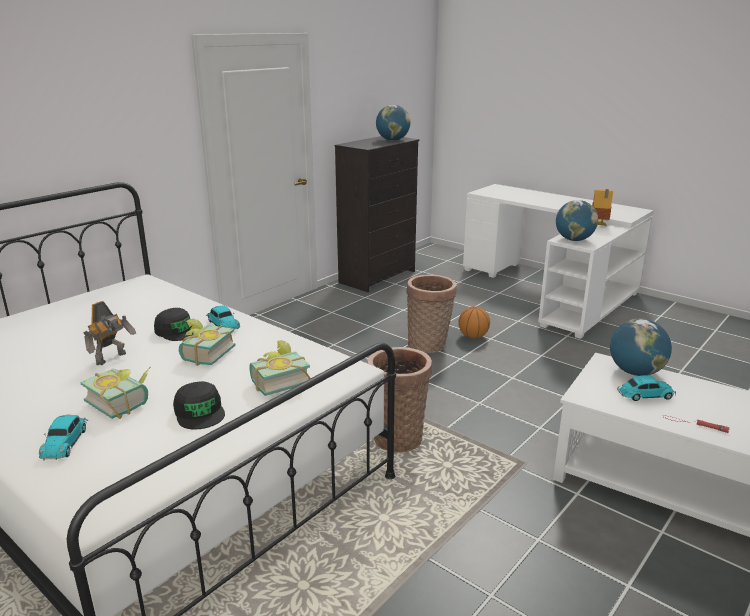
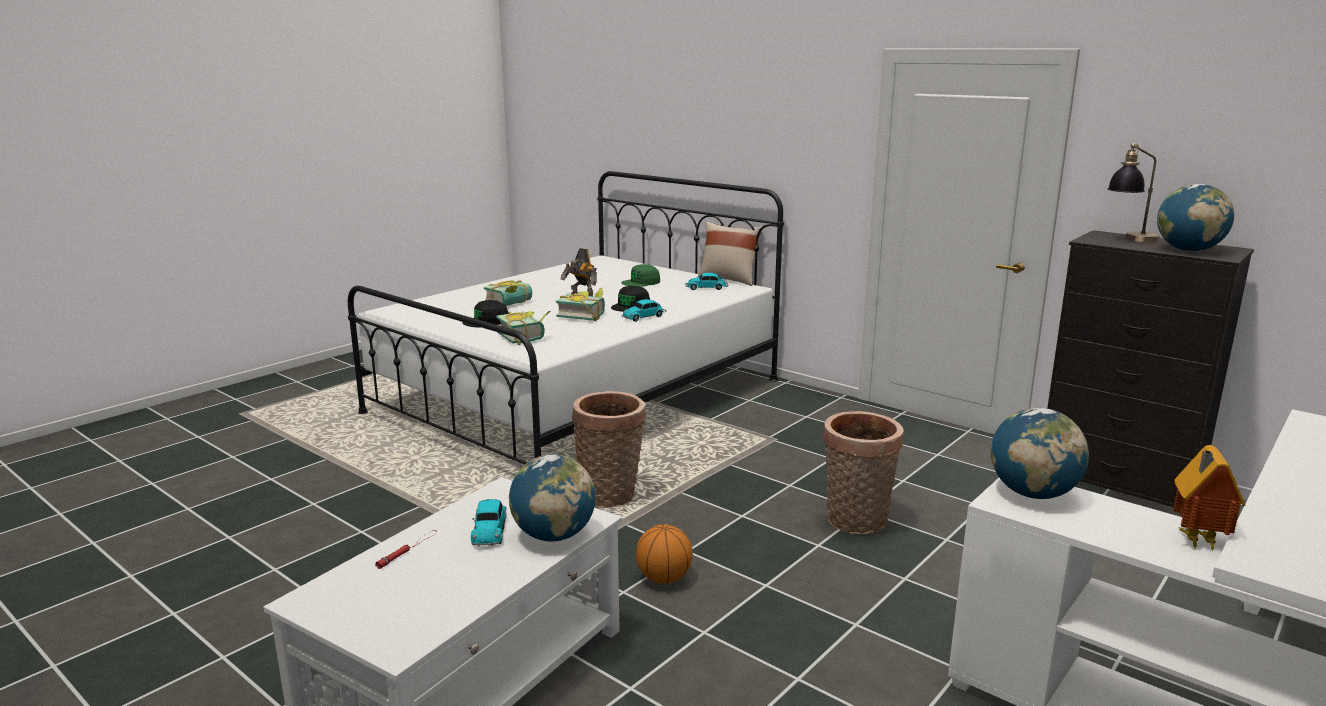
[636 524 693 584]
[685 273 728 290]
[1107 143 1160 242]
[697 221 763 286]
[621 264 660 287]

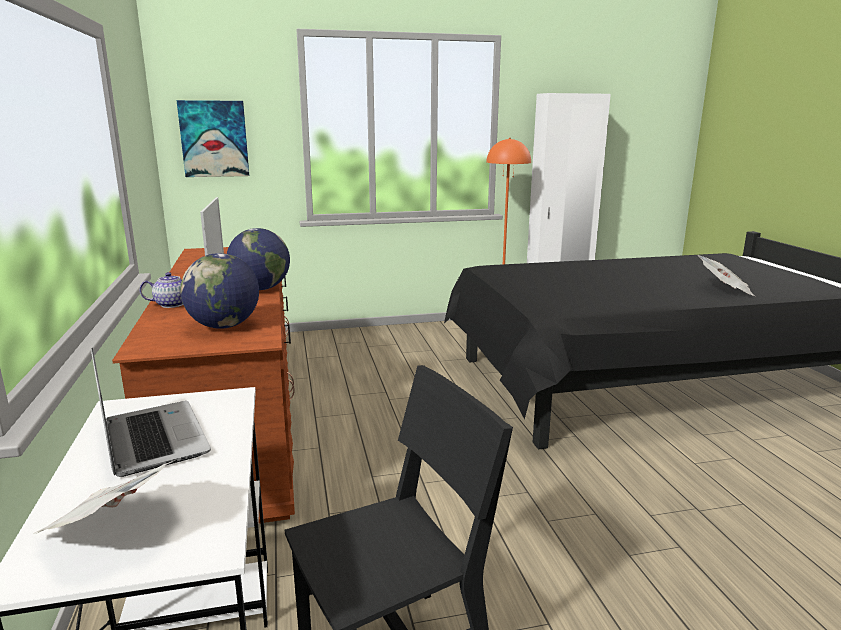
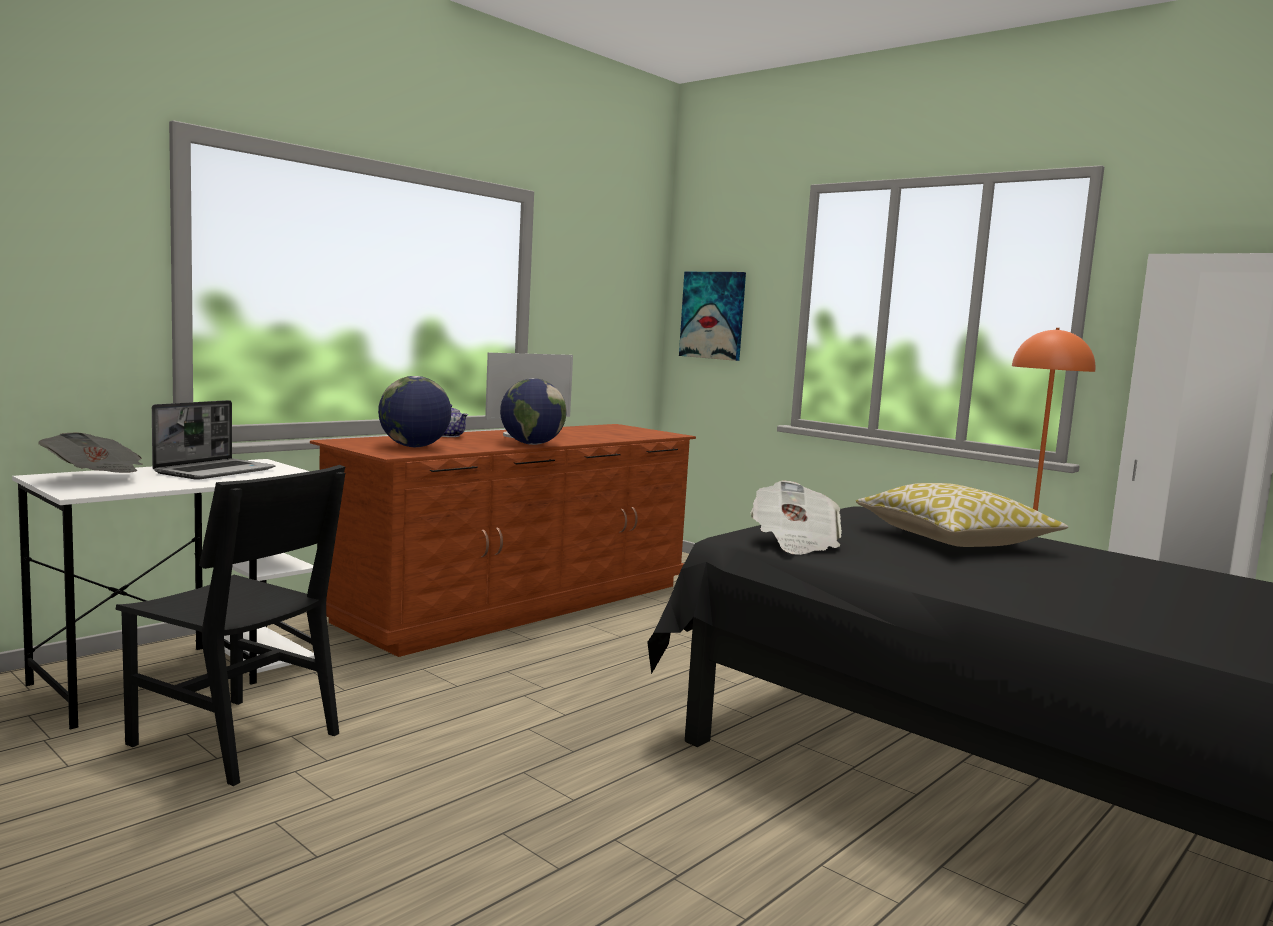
[751 480 842 555]
[856 483 1068 547]

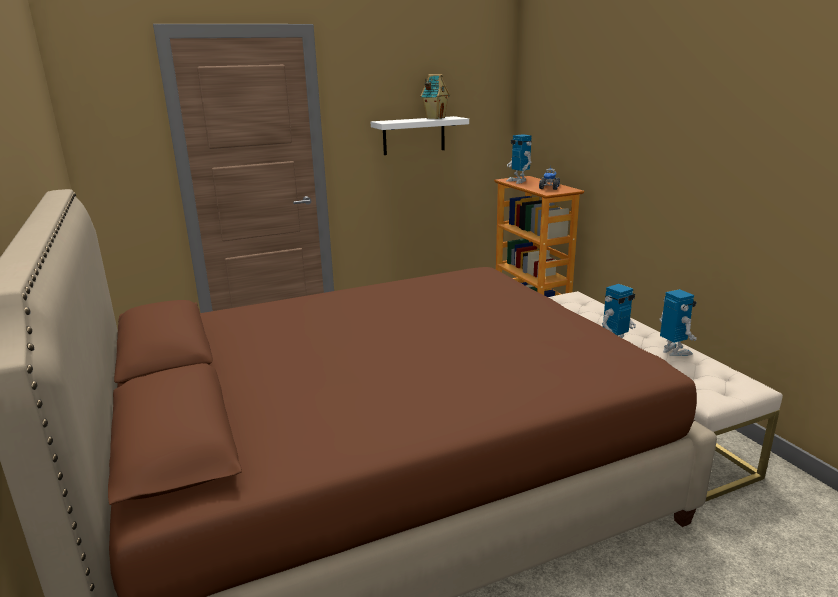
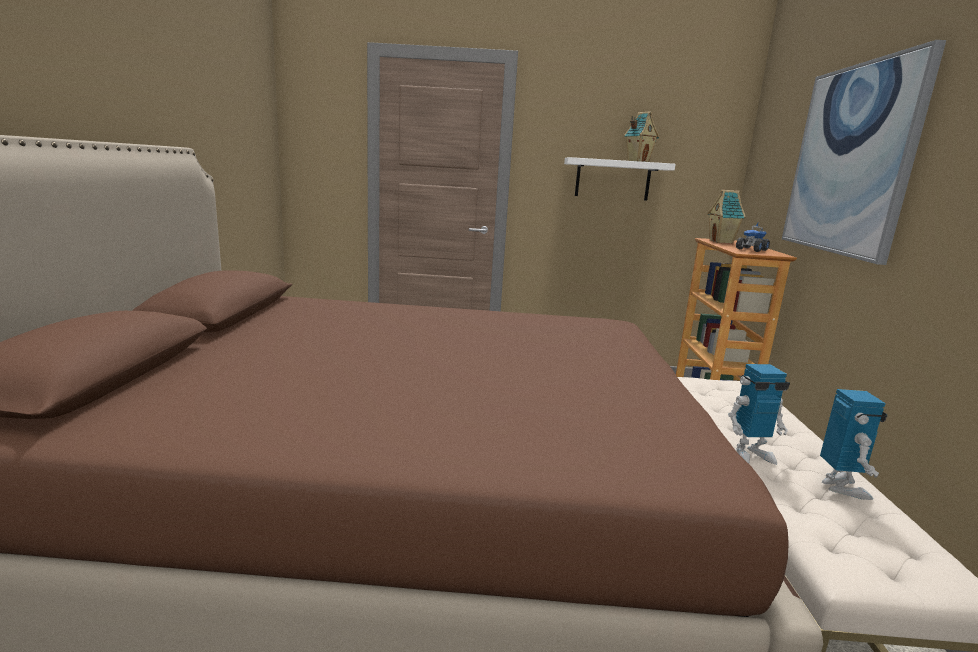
[707 190 746 243]
[782 40 946 265]

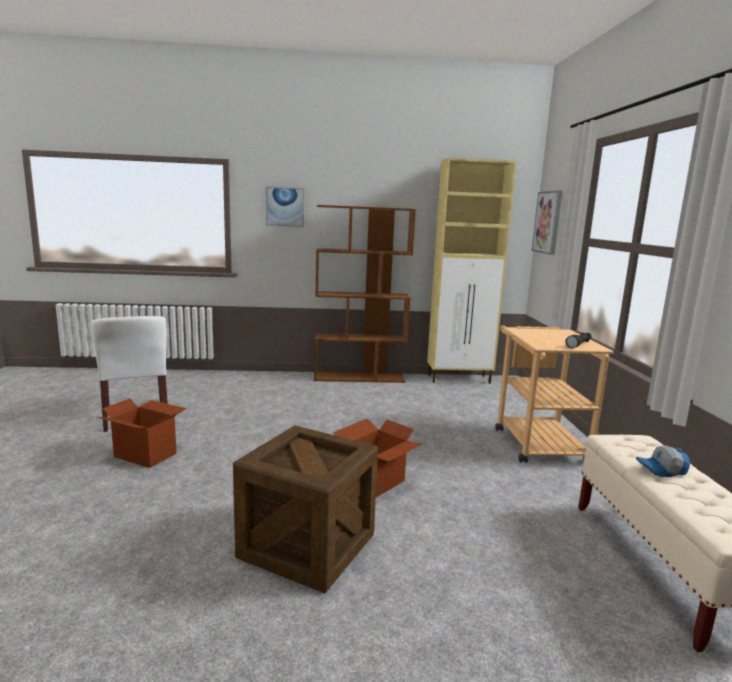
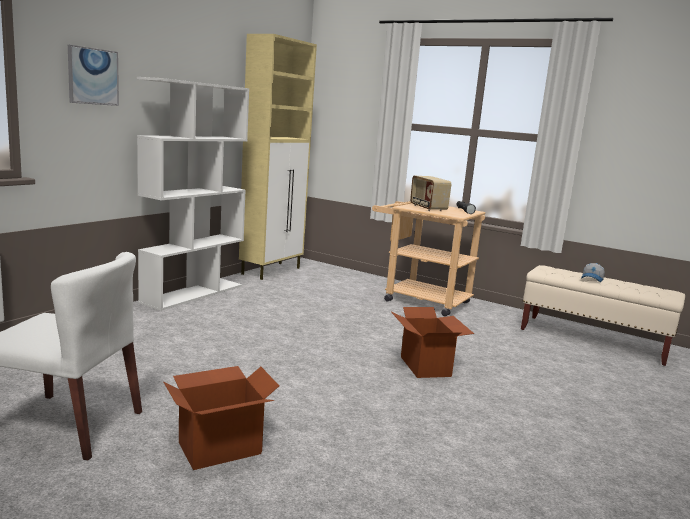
[532 190 562 255] (first image)
[137 77 249 311]
[233 425 378 593] (first image)
[410 176 451 211]

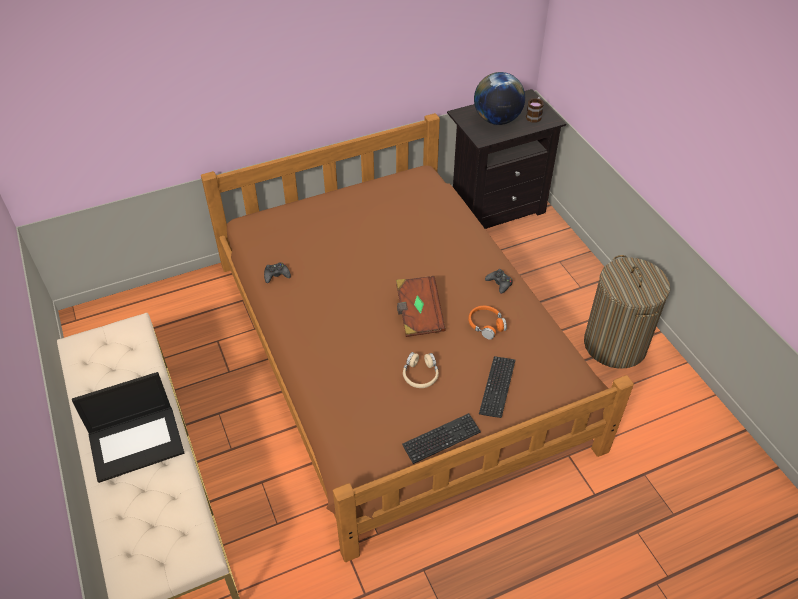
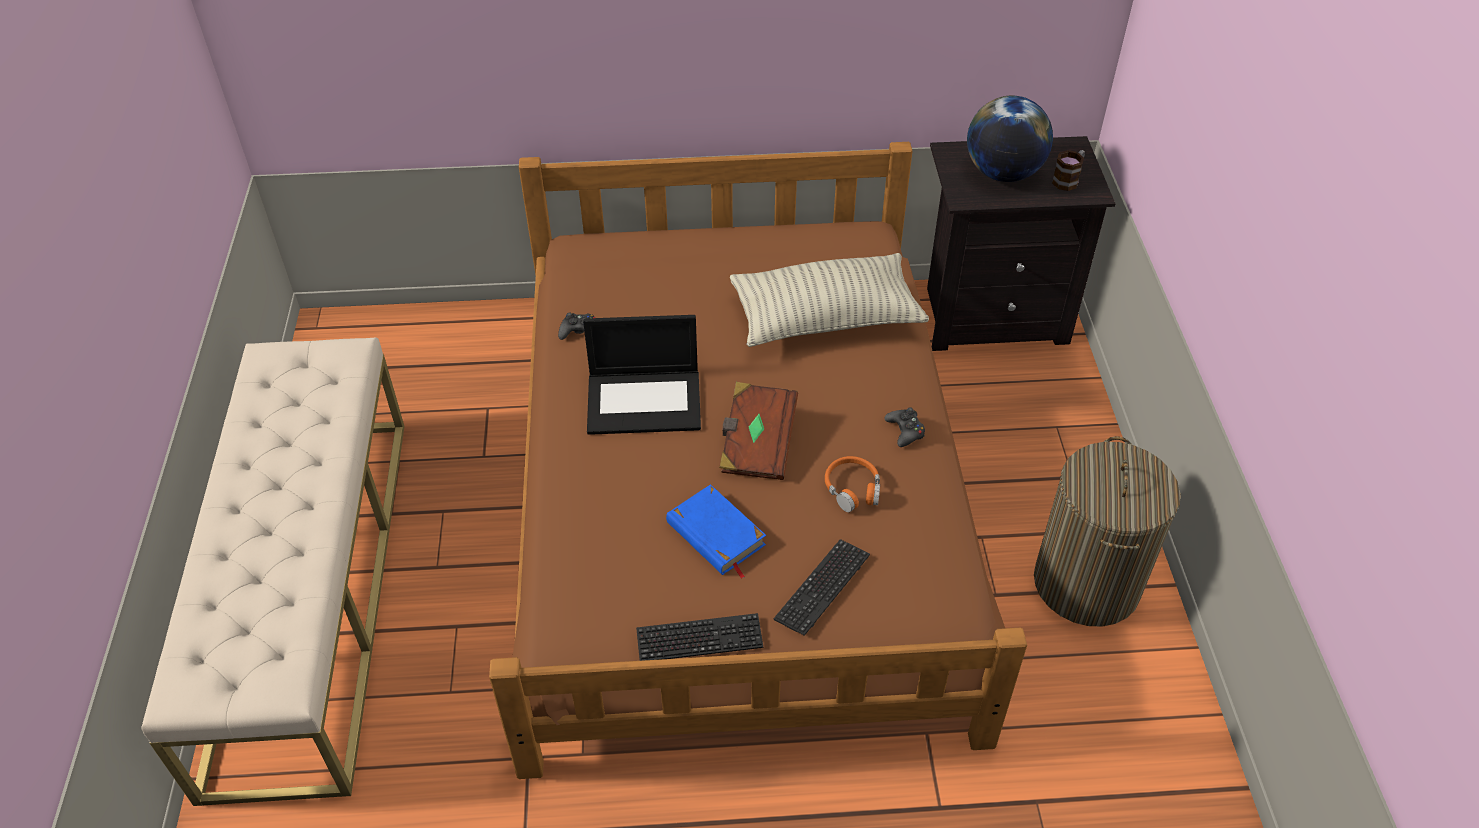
[666 484 766 579]
[583 315 701 435]
[730 253 929 347]

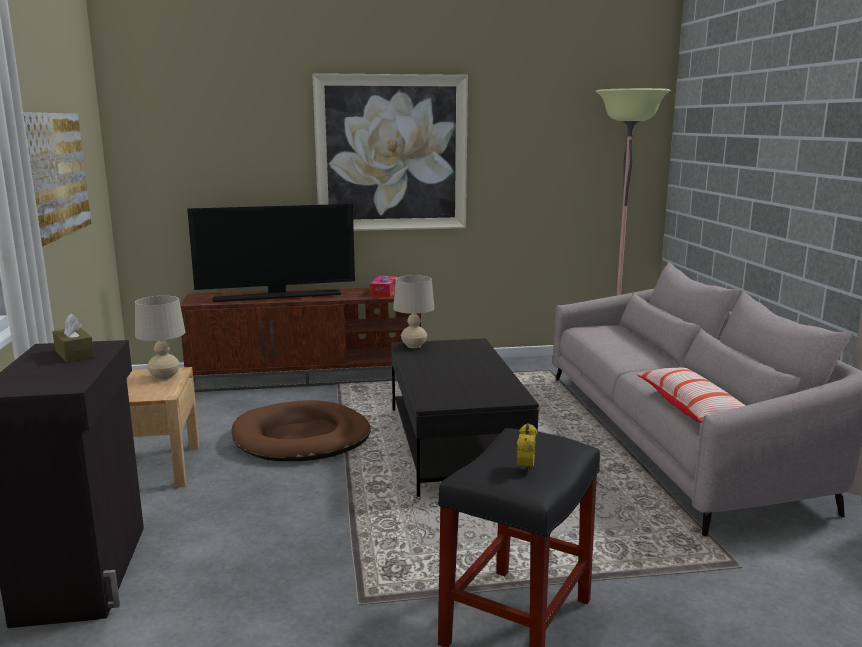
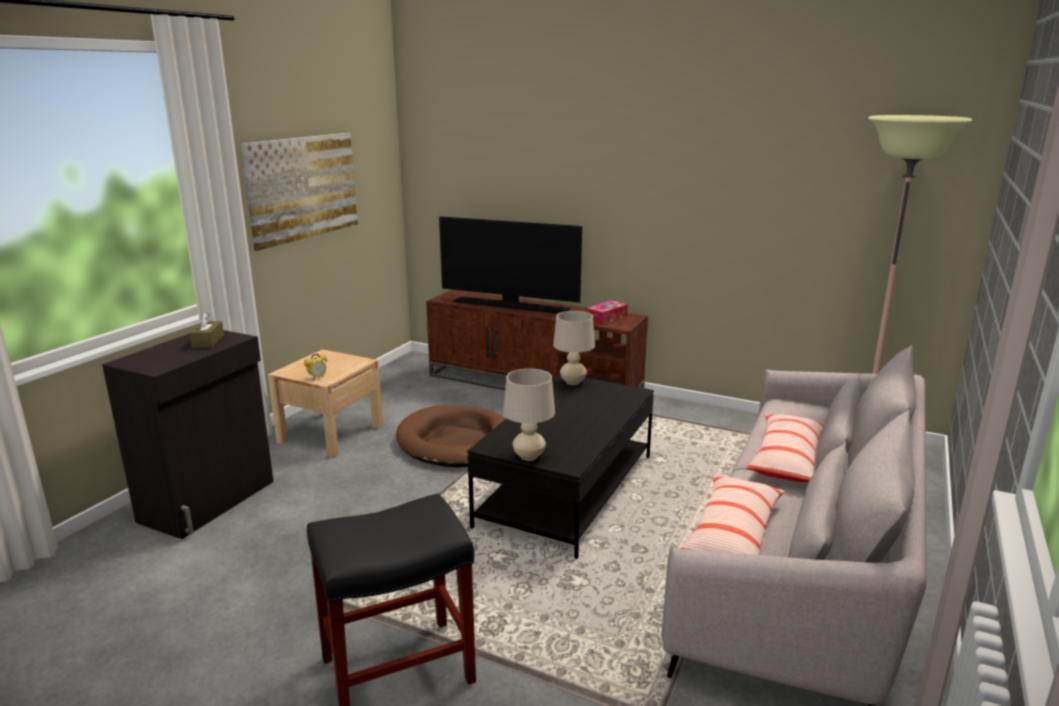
[312 73 468 231] (first image)
[503 369 555 461]
[304 353 327 380]
[746 414 825 482]

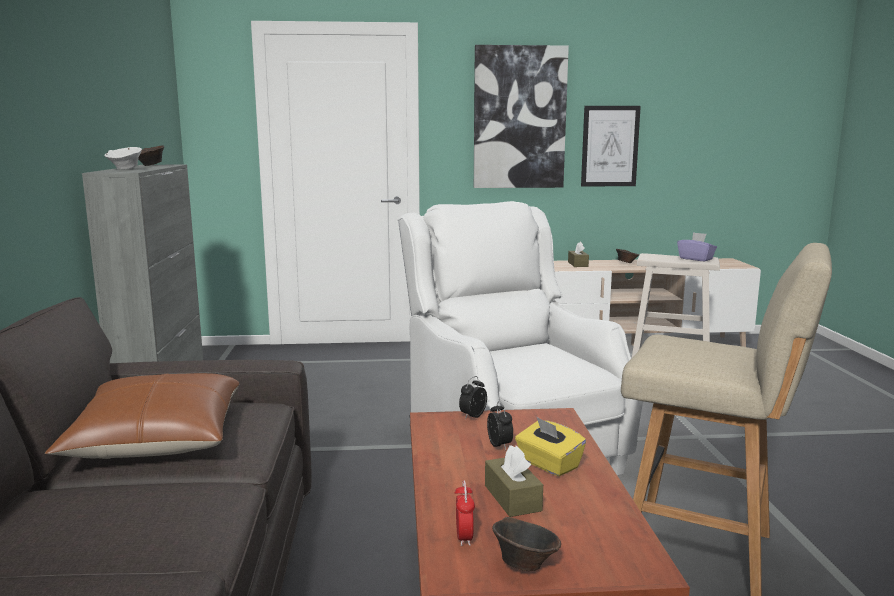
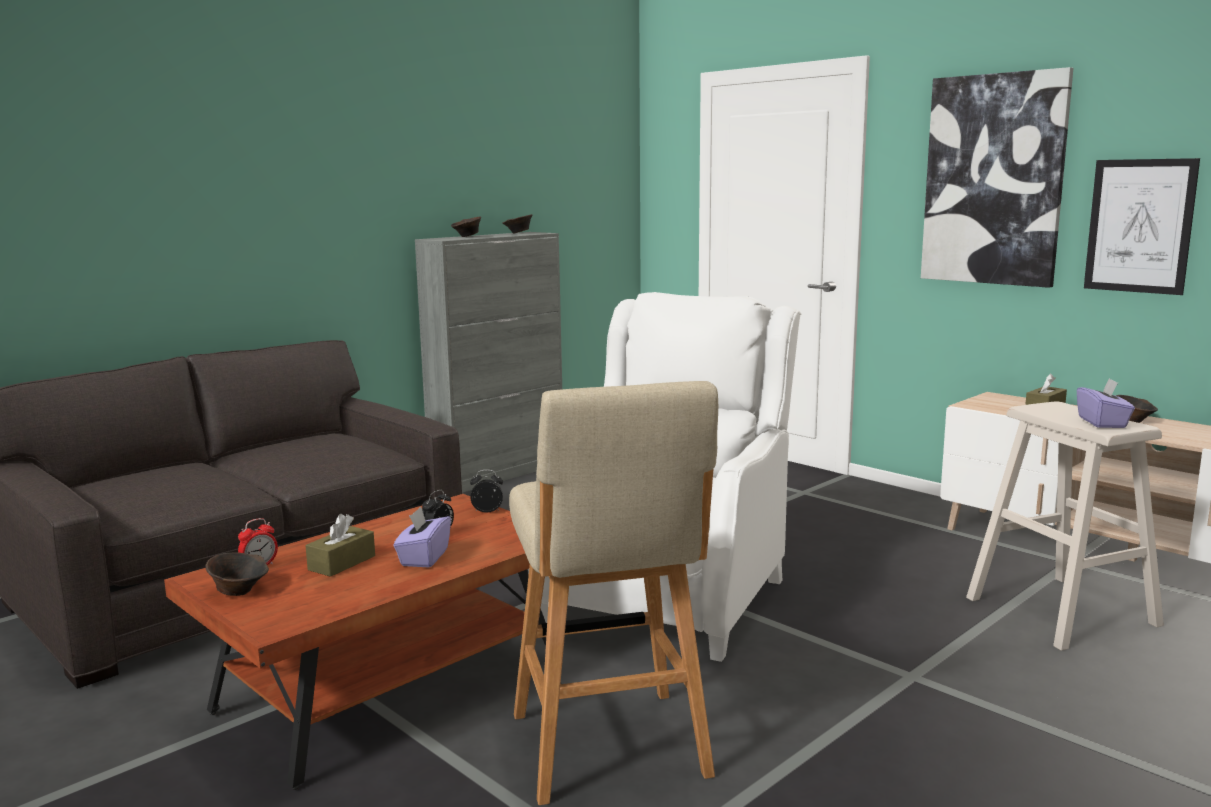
[451 216 481 237]
[45 373 240 459] (first image)
[393 507 451 568]

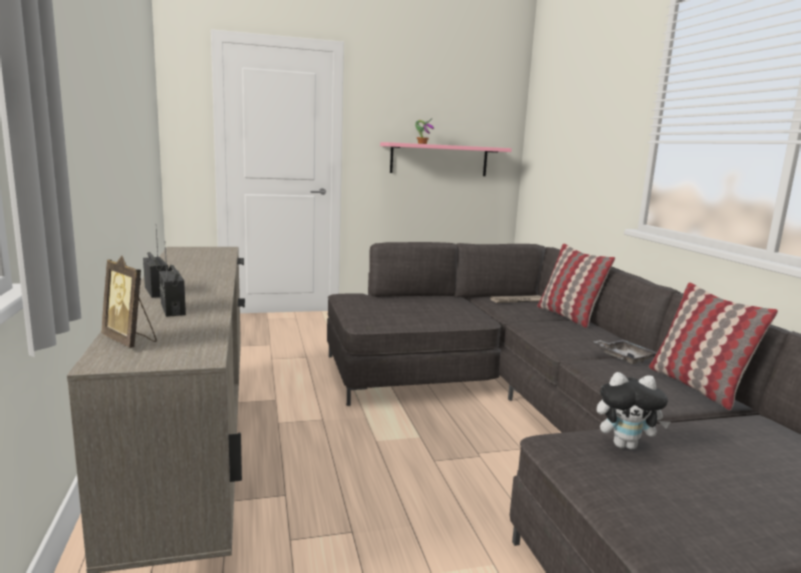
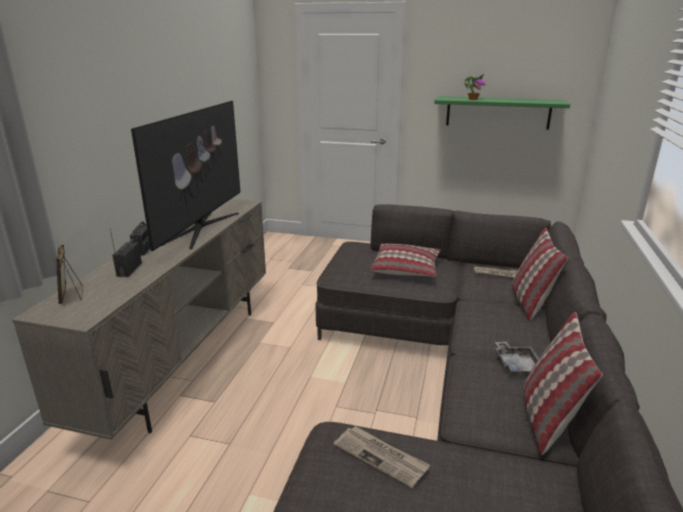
[434 96 570 130]
[334 426 430 489]
[131 101 240 251]
[370 243 441 277]

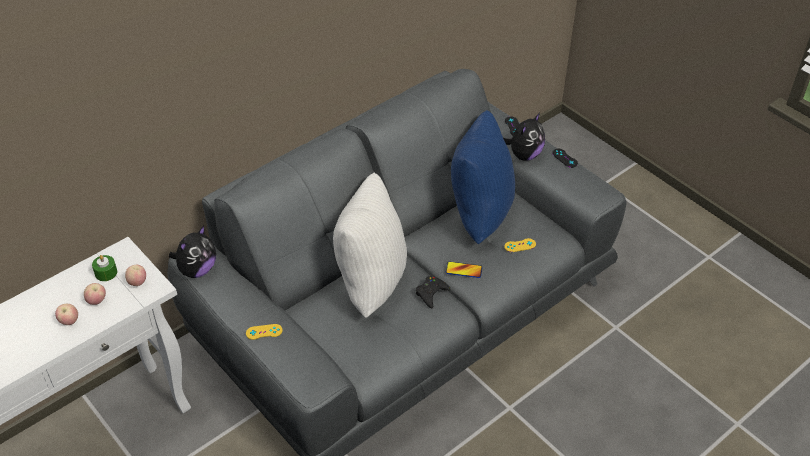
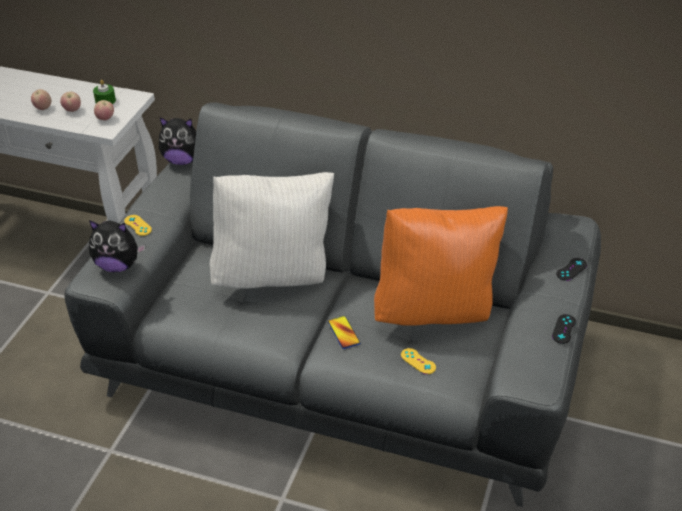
[374 206 508 326]
[89 220 145 272]
[416 276 451 308] (first image)

